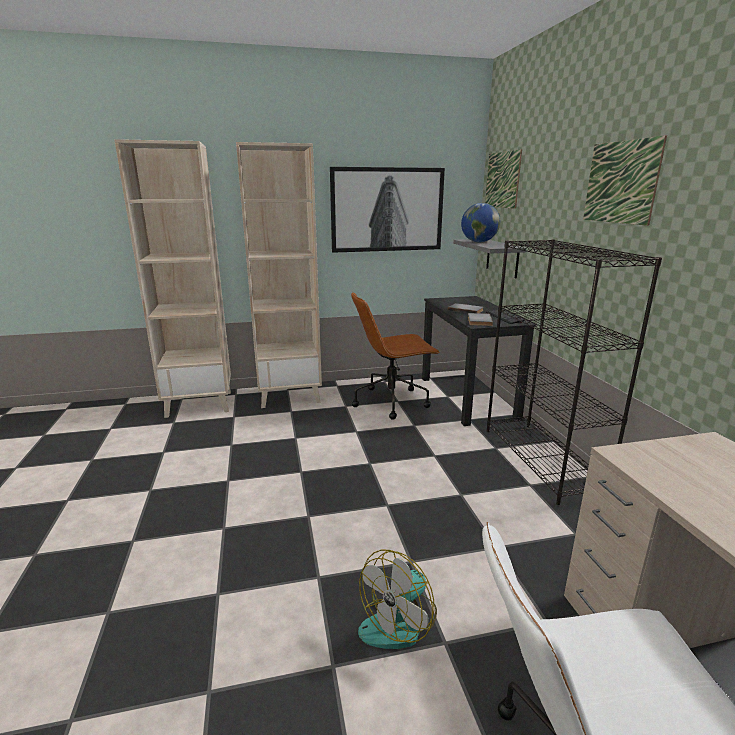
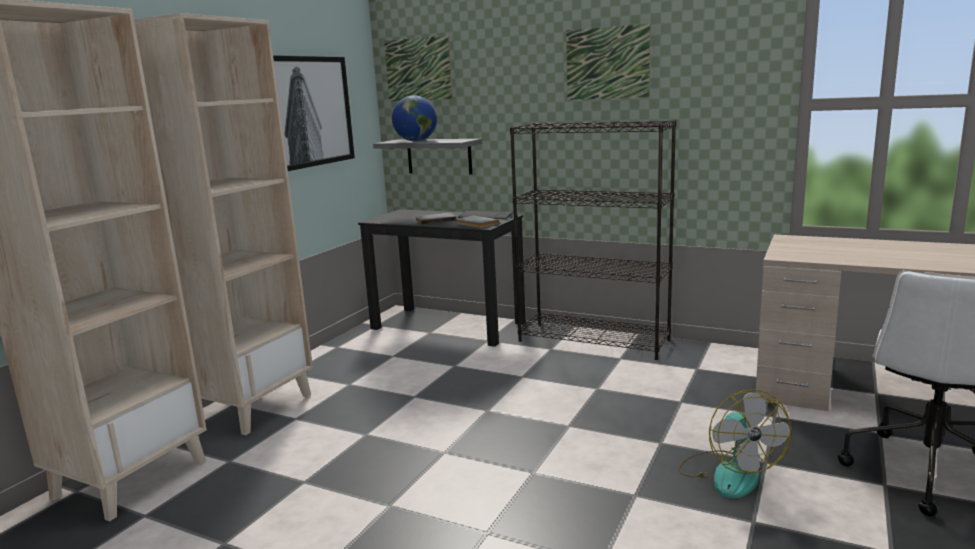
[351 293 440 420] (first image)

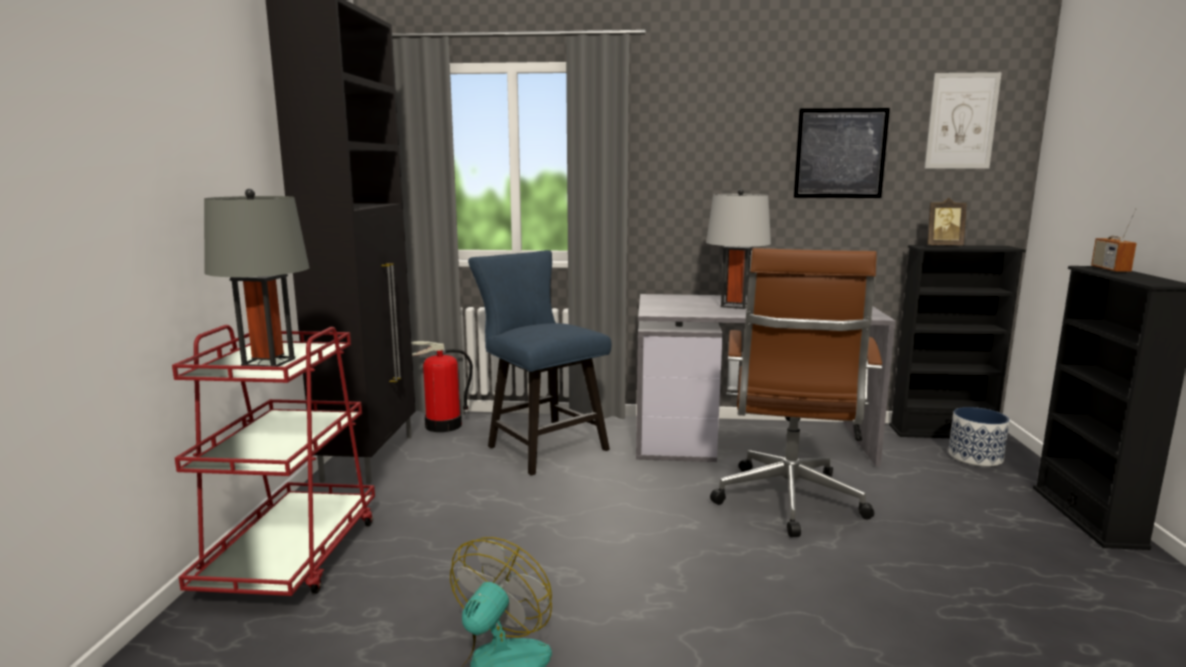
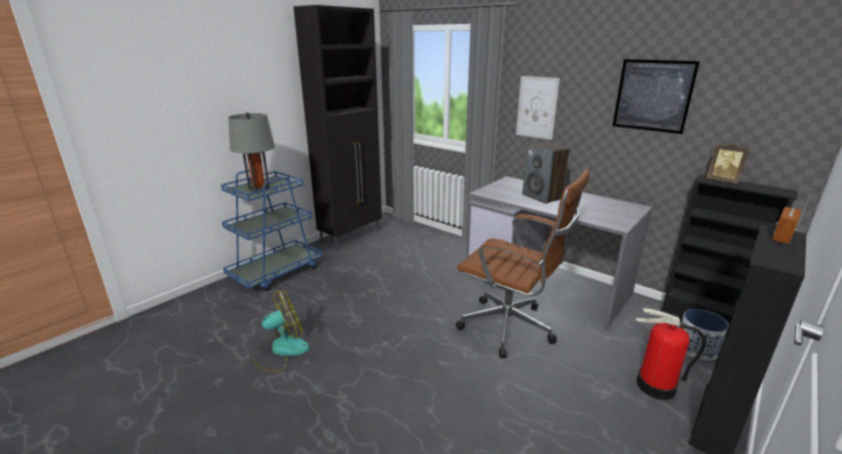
[516 76 560 140]
[522 142 570 204]
[456 169 589 358]
[468 250 611 476] (first image)
[221 170 322 291]
[636 308 706 400]

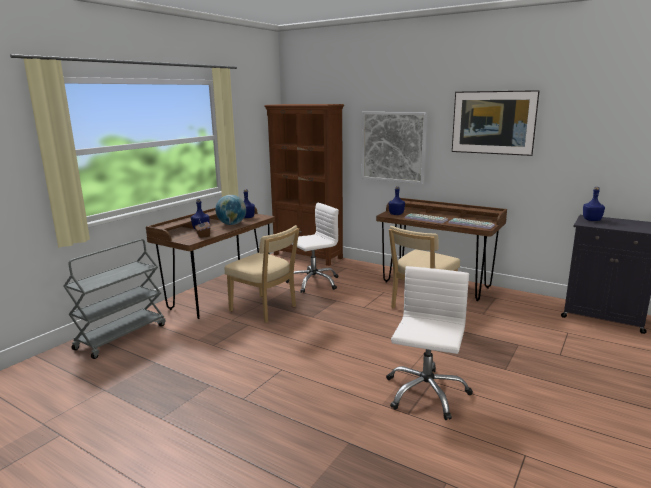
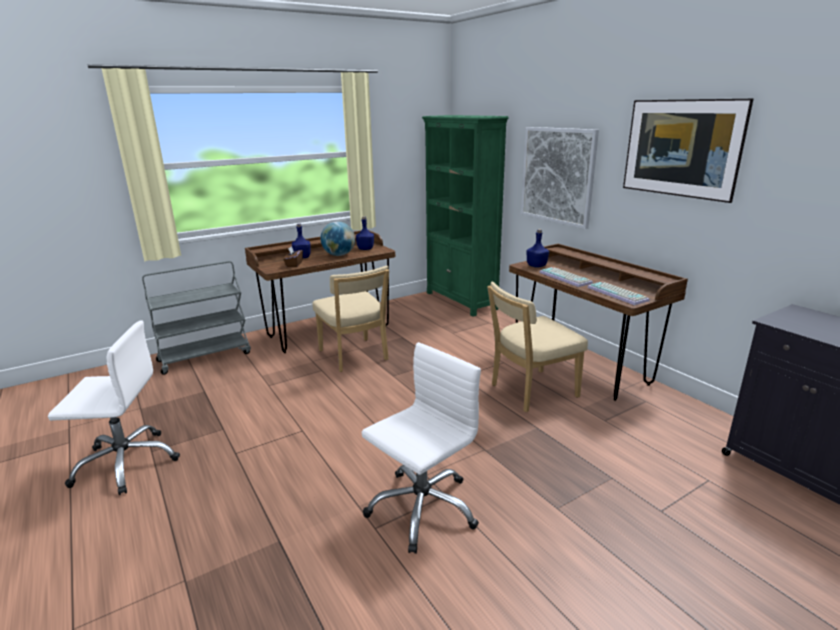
[422 115 508 316]
[583 187 605 221] (first image)
[48 320 180 495]

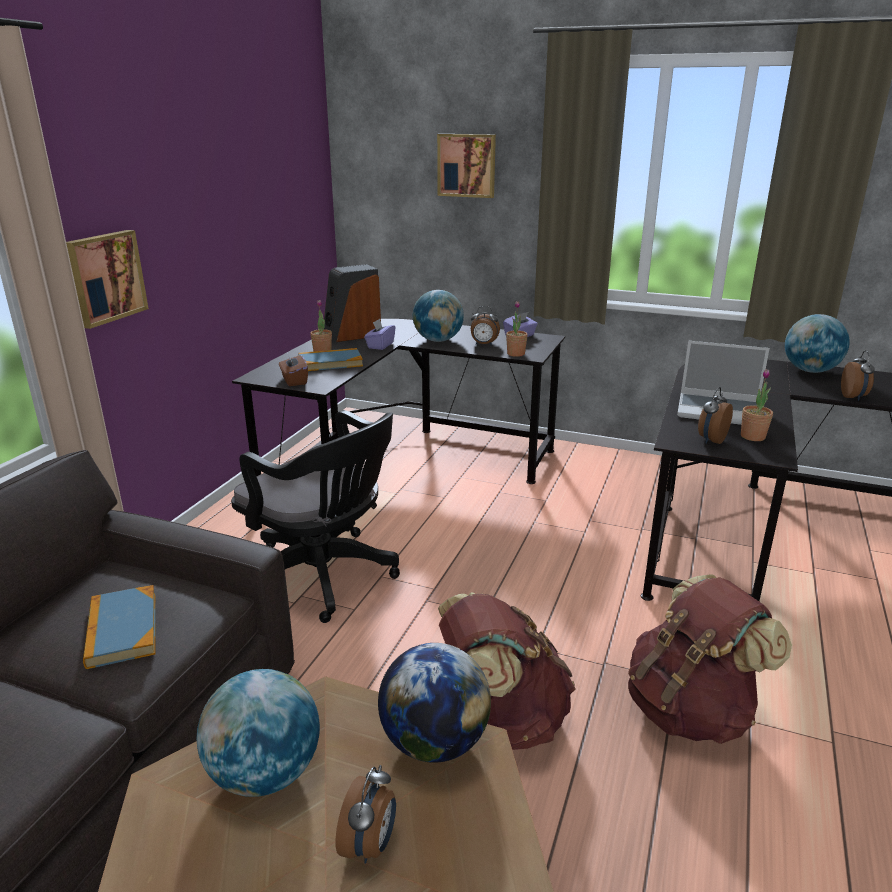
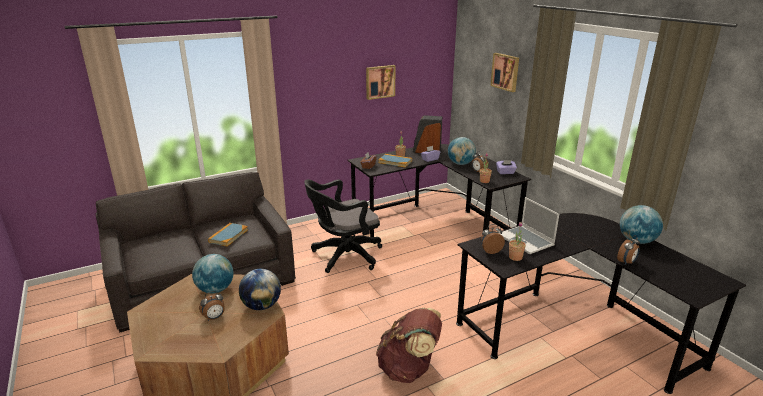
[366 65 396 100]
[304 179 382 273]
[438 593 576 750] (first image)

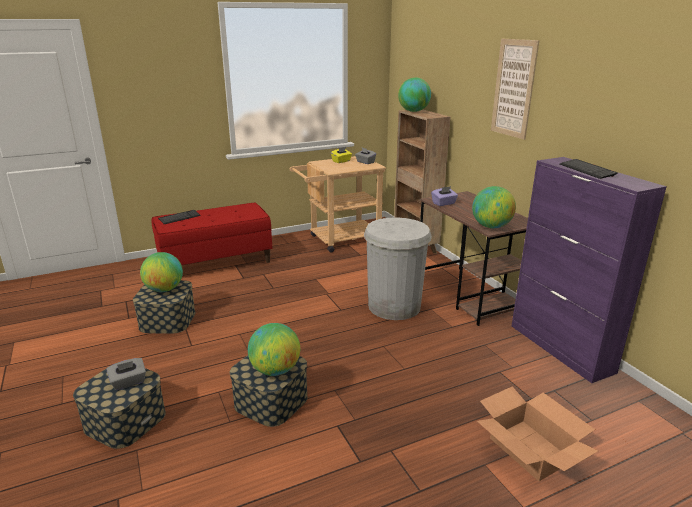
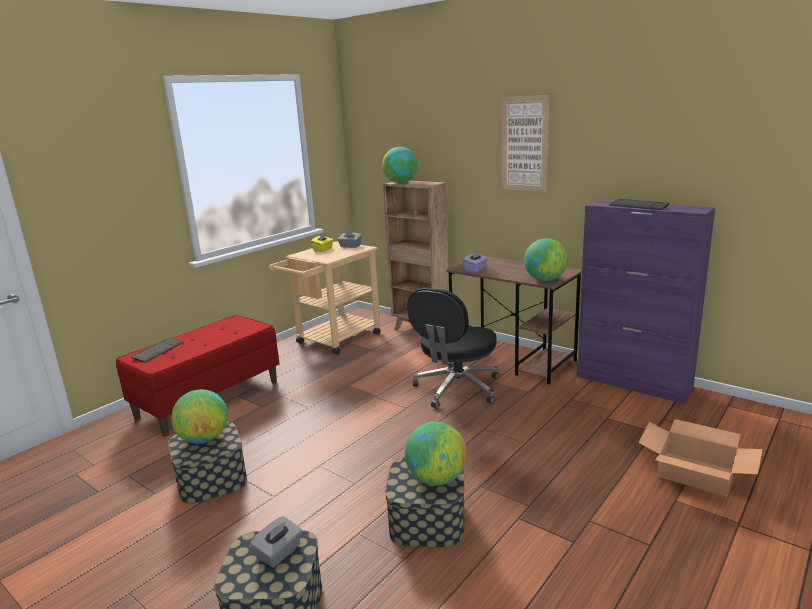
[407 288 499 409]

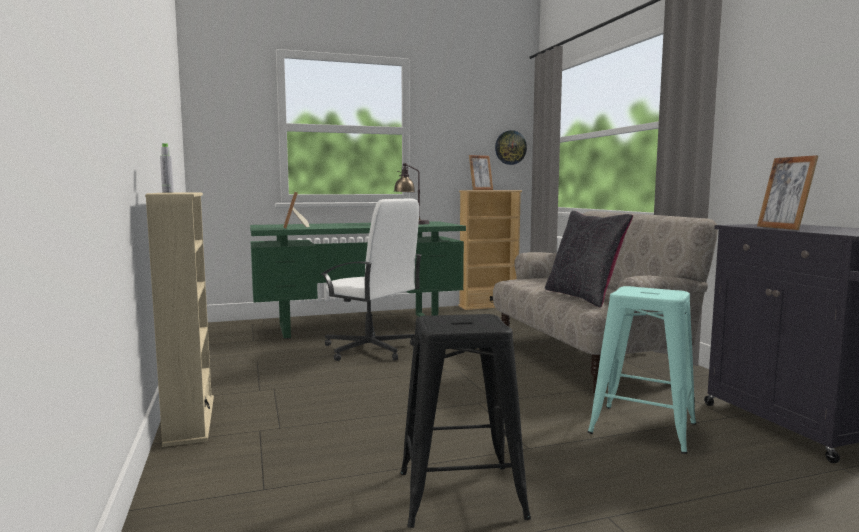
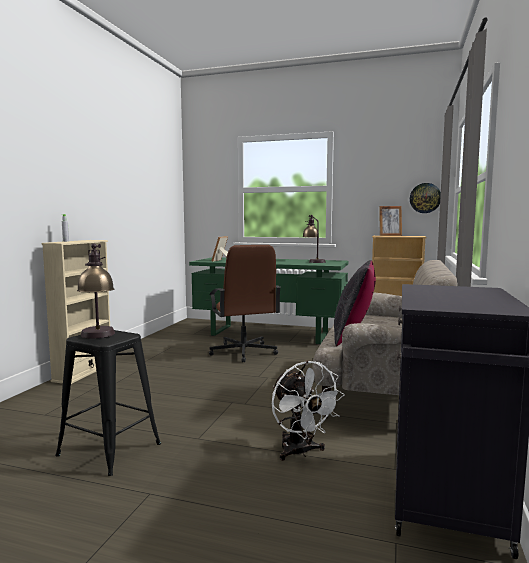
[757 155 818 230] (first image)
[209 245 281 362]
[272 361 345 461]
[77 243 115 338]

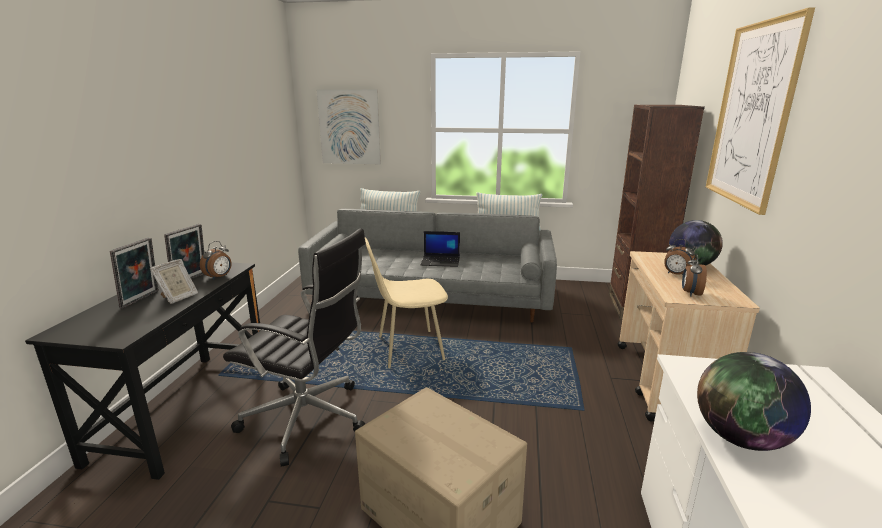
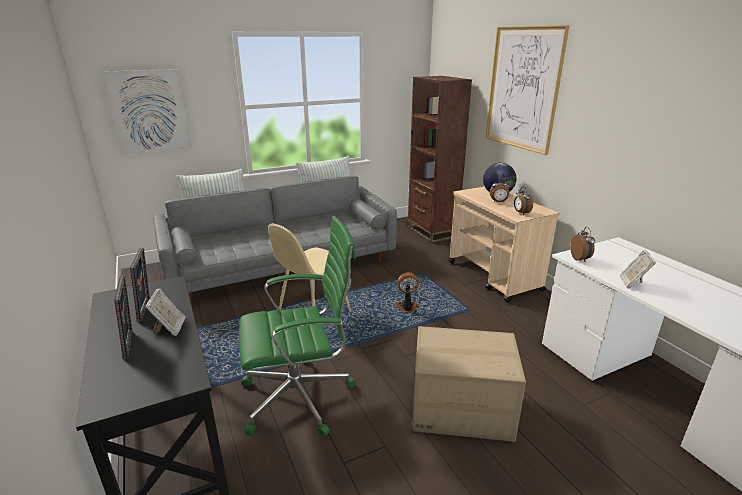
[239 216 356 437]
[420 231 460 267] (first image)
[570 227 595 261]
[620 250 656 289]
[395 272 419 313]

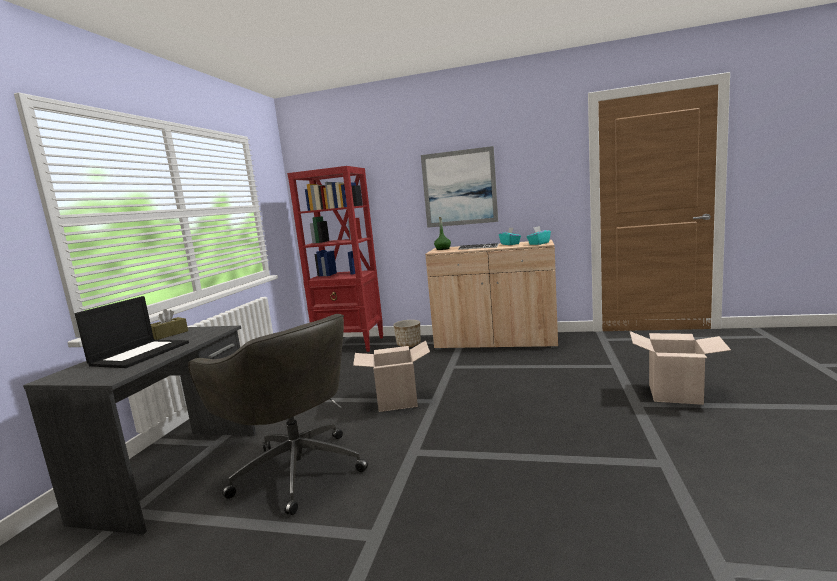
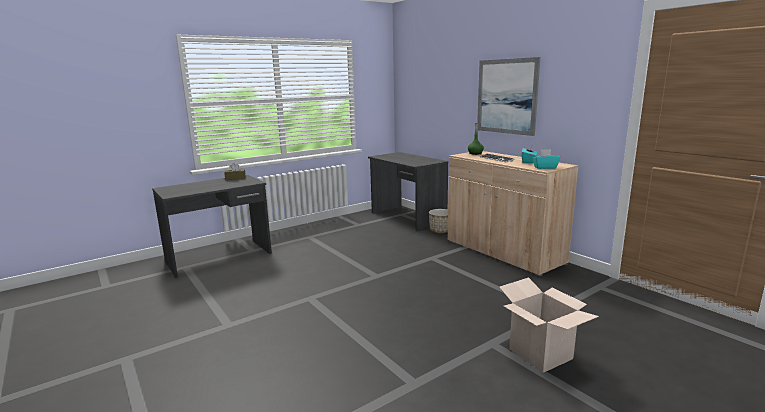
[368 152 449 230]
[75 296 189 368] (first image)
[188 314 368 515] (first image)
[353 340 430 412] (first image)

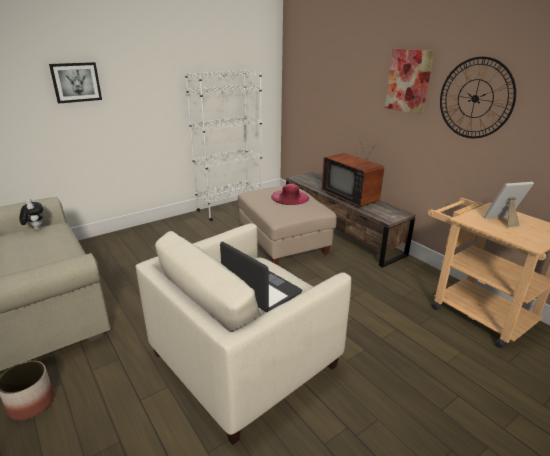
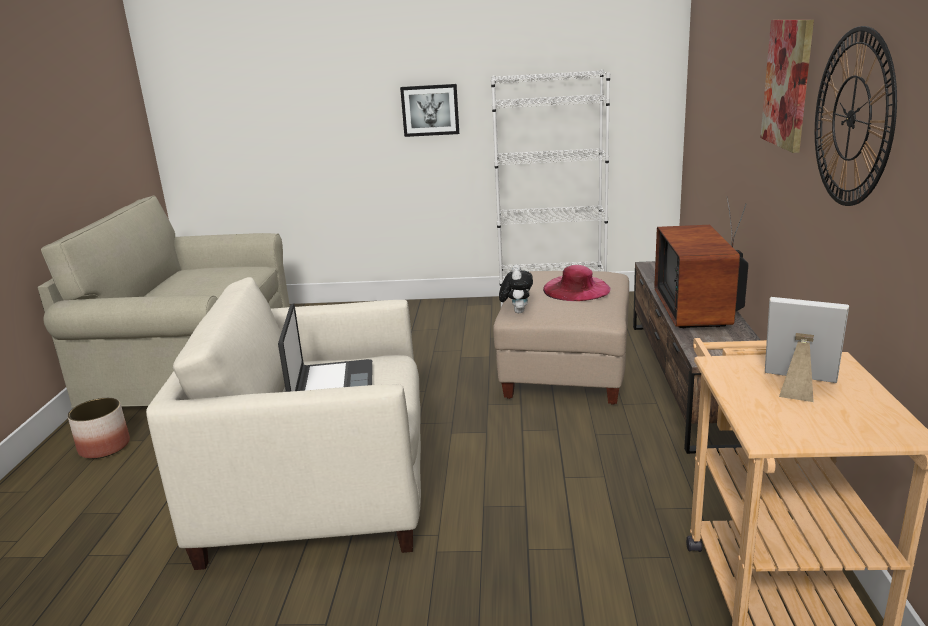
[400 84 459 137]
[499 265 533 313]

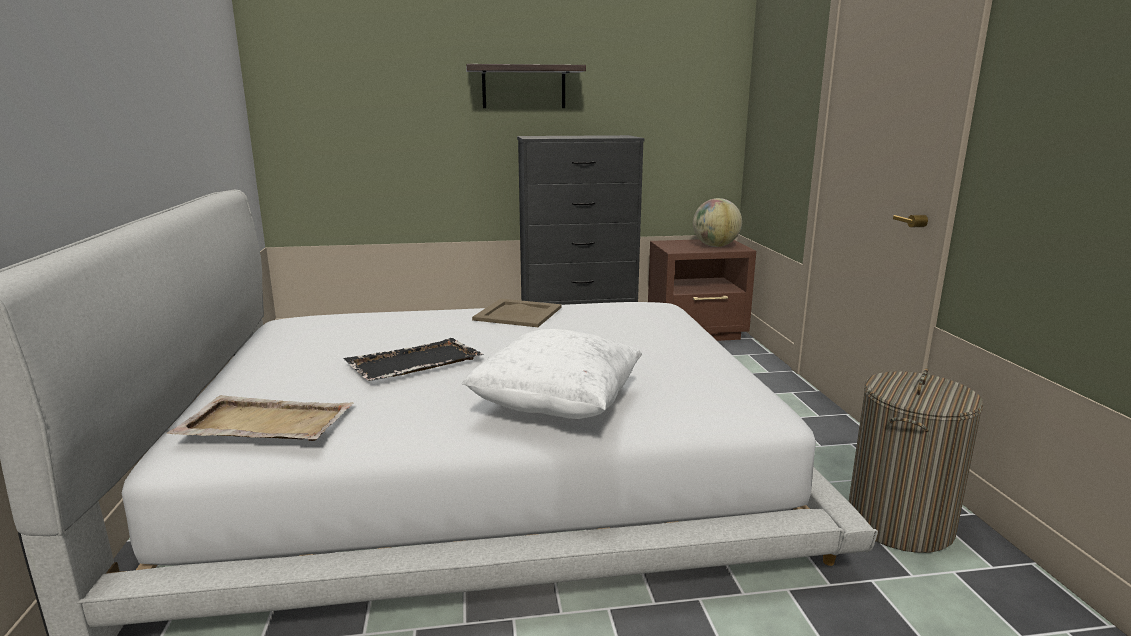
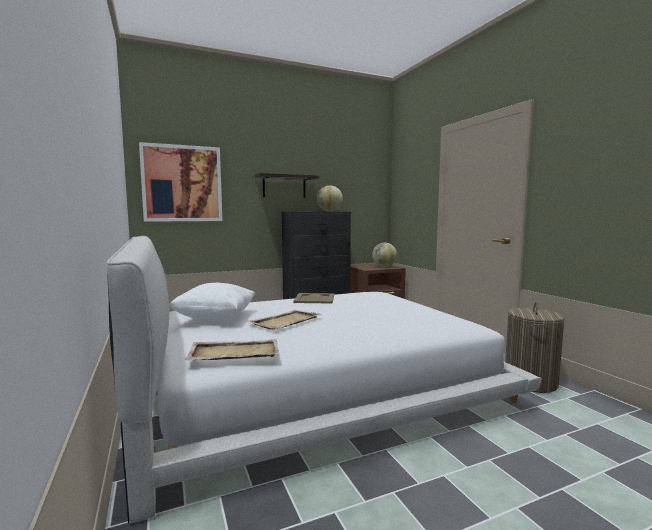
[169 283 255 320]
[246 310 322 330]
[139 142 222 222]
[317 185 343 212]

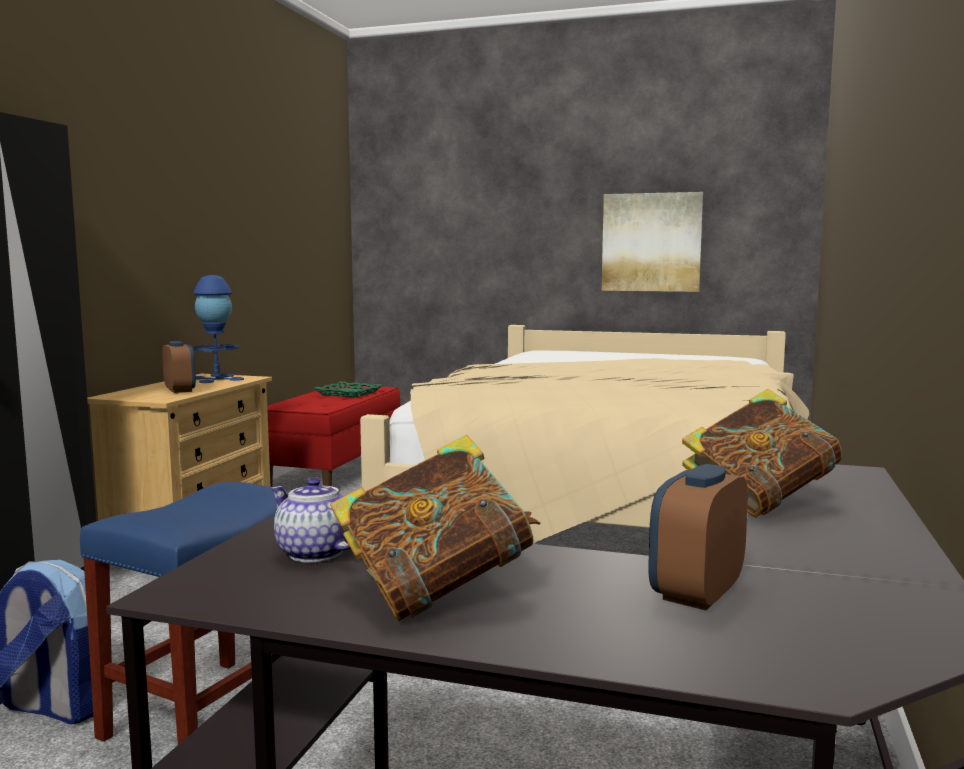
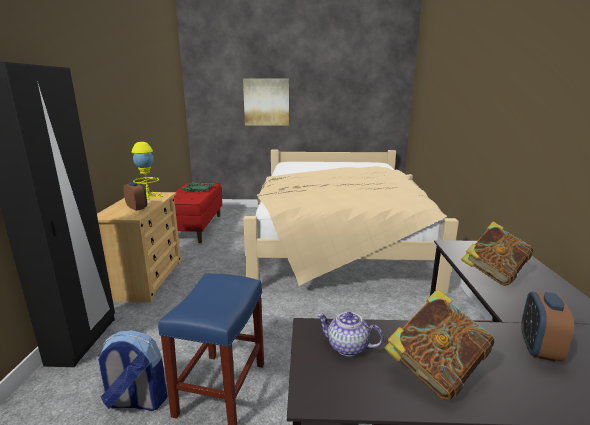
[243 78 289 126]
[132 142 164 200]

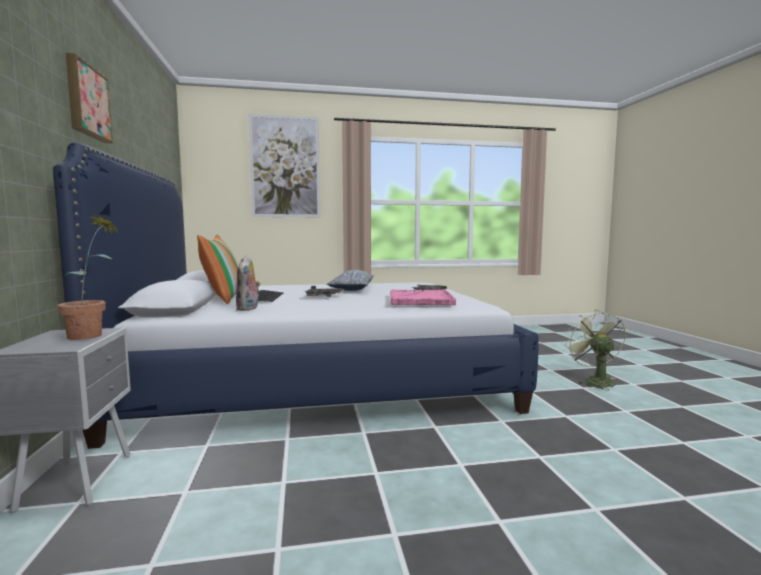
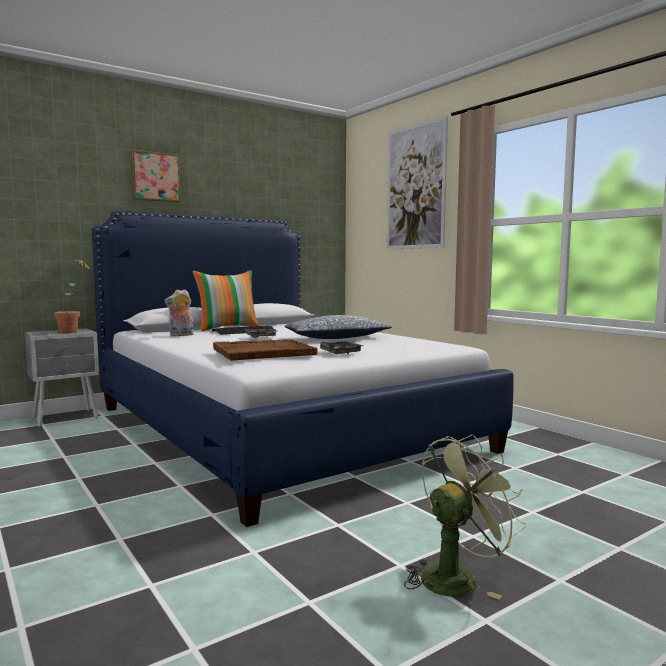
[213 339 318 361]

